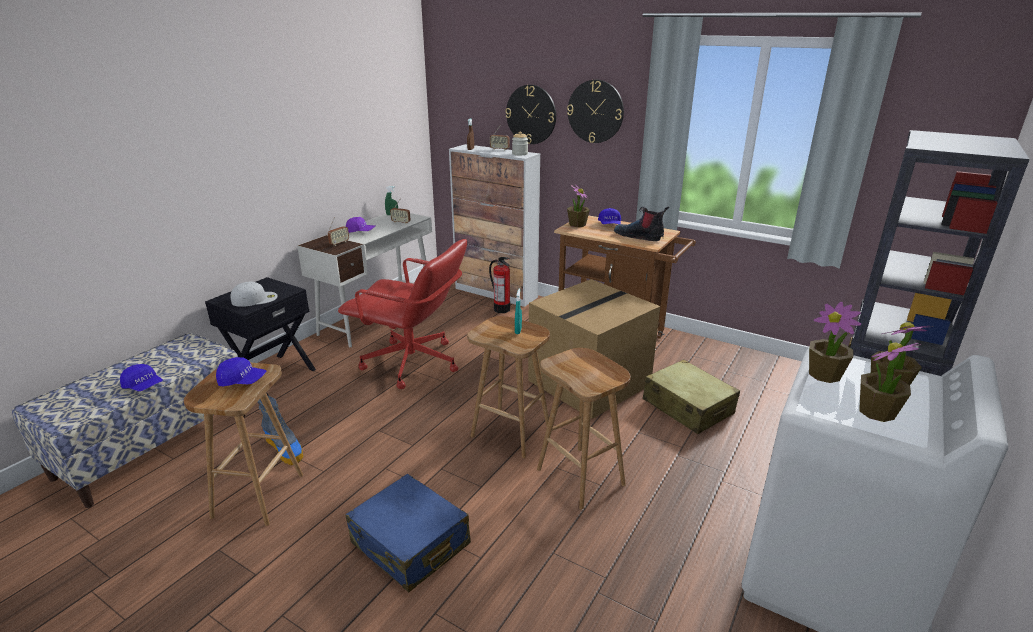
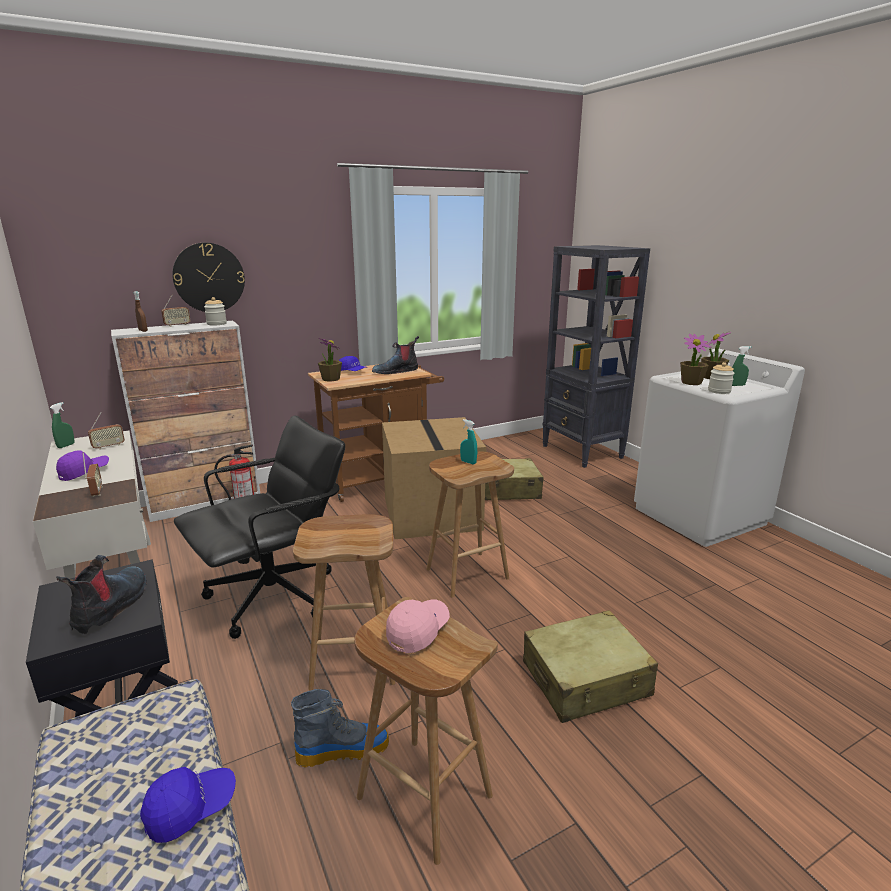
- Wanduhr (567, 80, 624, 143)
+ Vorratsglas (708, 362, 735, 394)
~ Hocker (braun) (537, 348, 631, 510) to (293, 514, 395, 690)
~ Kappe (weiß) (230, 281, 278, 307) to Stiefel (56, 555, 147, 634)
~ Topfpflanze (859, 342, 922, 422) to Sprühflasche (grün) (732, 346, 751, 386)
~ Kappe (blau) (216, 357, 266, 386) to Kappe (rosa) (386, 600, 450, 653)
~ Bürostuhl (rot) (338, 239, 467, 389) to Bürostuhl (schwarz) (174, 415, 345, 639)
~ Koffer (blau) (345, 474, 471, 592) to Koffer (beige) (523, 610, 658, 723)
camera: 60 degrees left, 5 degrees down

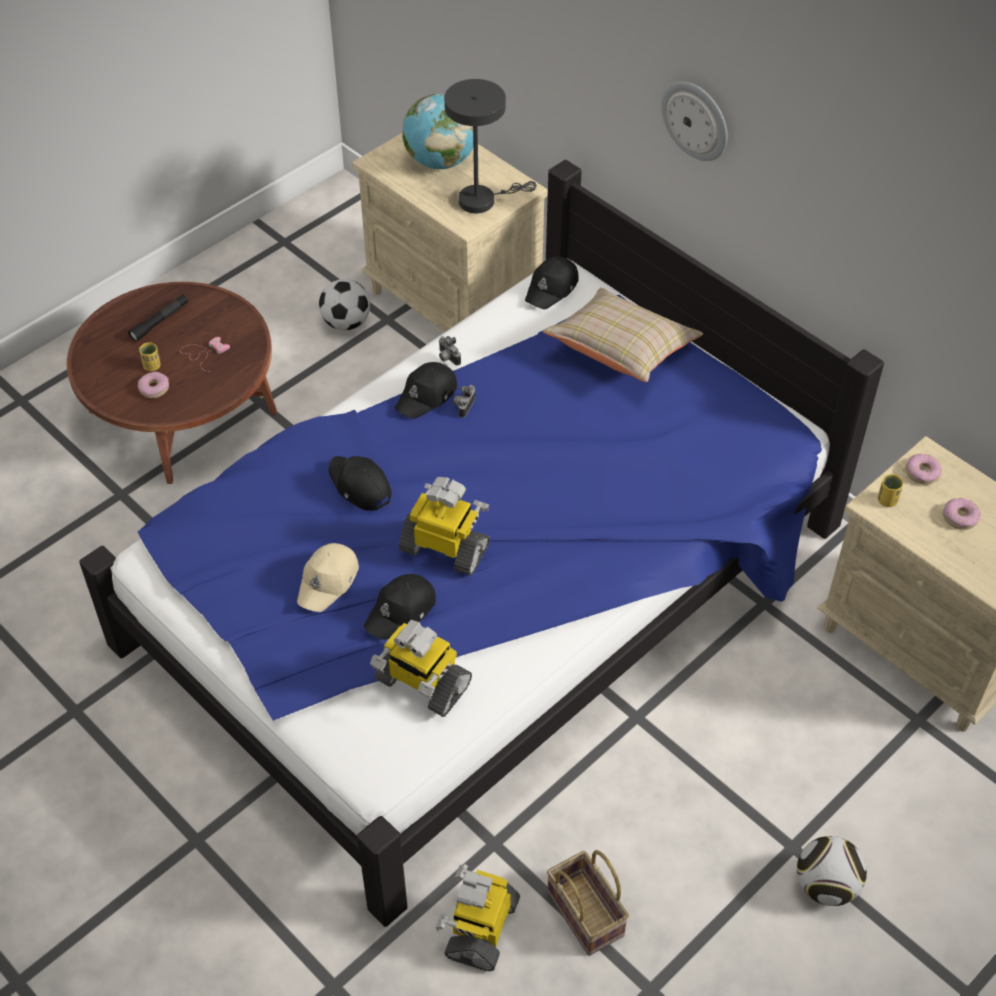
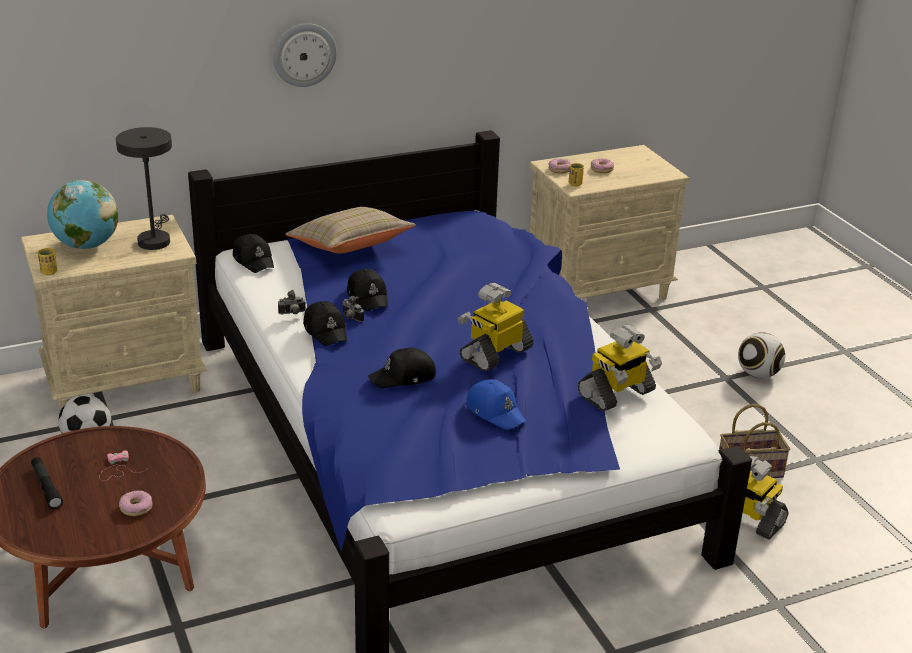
~ Tasse (gelb) (139, 342, 161, 371) to (38, 248, 57, 275)
~ Kappe (schwarz) (364, 574, 436, 640) to (347, 269, 388, 311)
~ Kappe (beige) (297, 543, 359, 612) to Kappe (blau) (466, 379, 526, 430)
camera: 70 degrees left, 20 degrees down

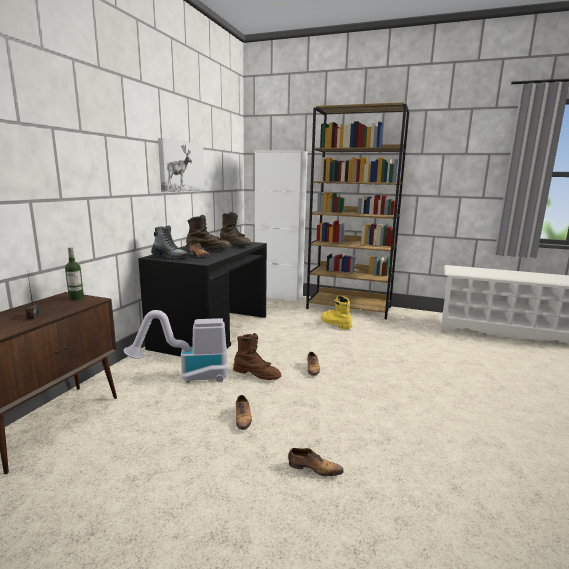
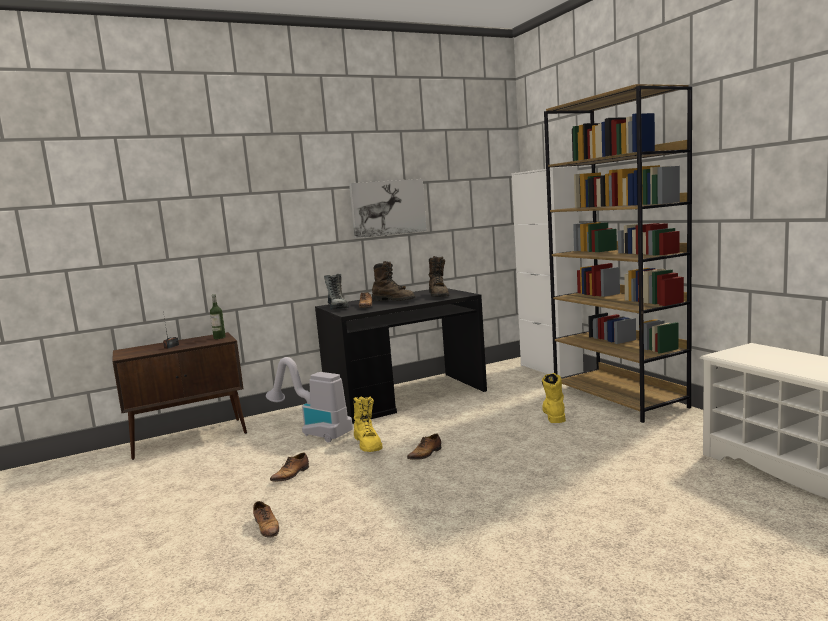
~ Stiefel (braun) (233, 333, 281, 380) to Stiefel (gelb) (353, 396, 383, 452)
camera: 45 degrees right, 5 degrees down

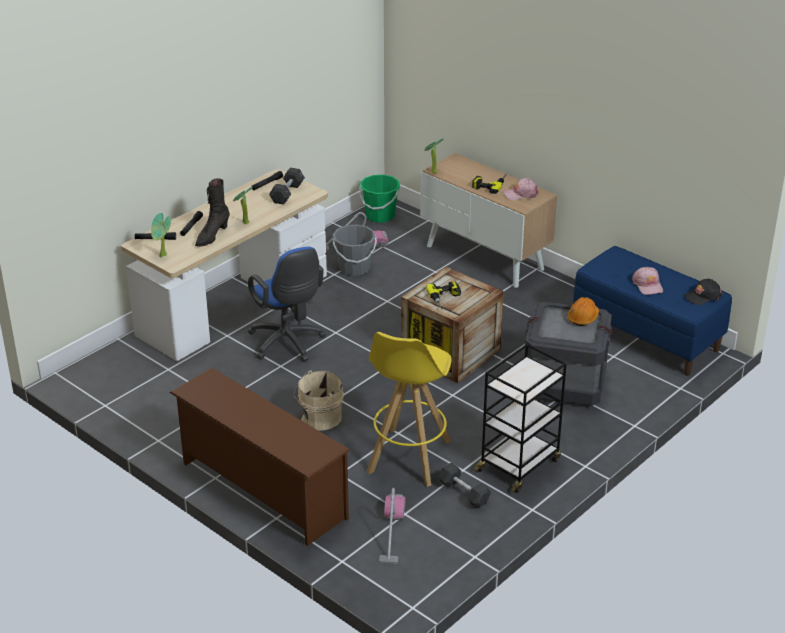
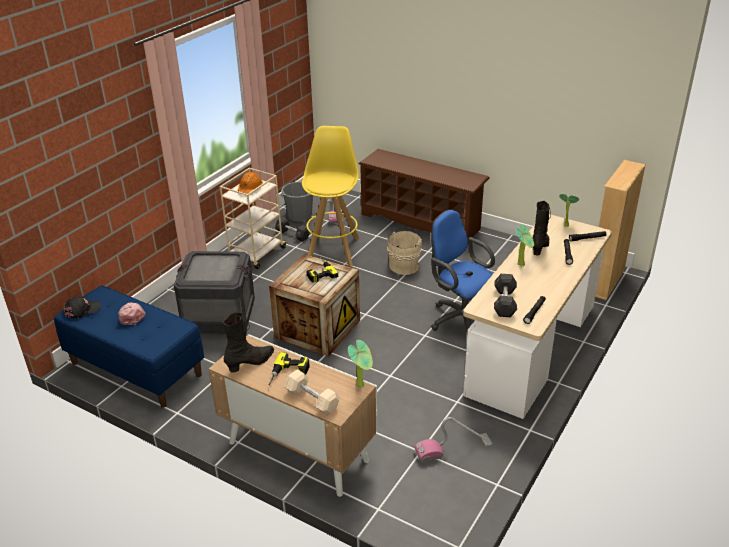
- Eimer (grün) (359, 175, 400, 223)
+ Hantel (beige) (285, 369, 340, 416)
+ Bücherregal (beige) (595, 160, 646, 300)
~ Eimer (grau) (333, 225, 377, 276) to (281, 182, 313, 222)
~ Schutzhelm (orange) (567, 297, 599, 326) to (238, 172, 263, 194)
~ Kappe (rosa) (503, 178, 539, 200) to Stiefel (schwarz) (223, 312, 274, 372)
~ Rollwagen (schwarz) (474, 344, 567, 493) to Rollwagen (beige) (220, 168, 287, 269)
camera: 170 degrees right, 0 degrees up

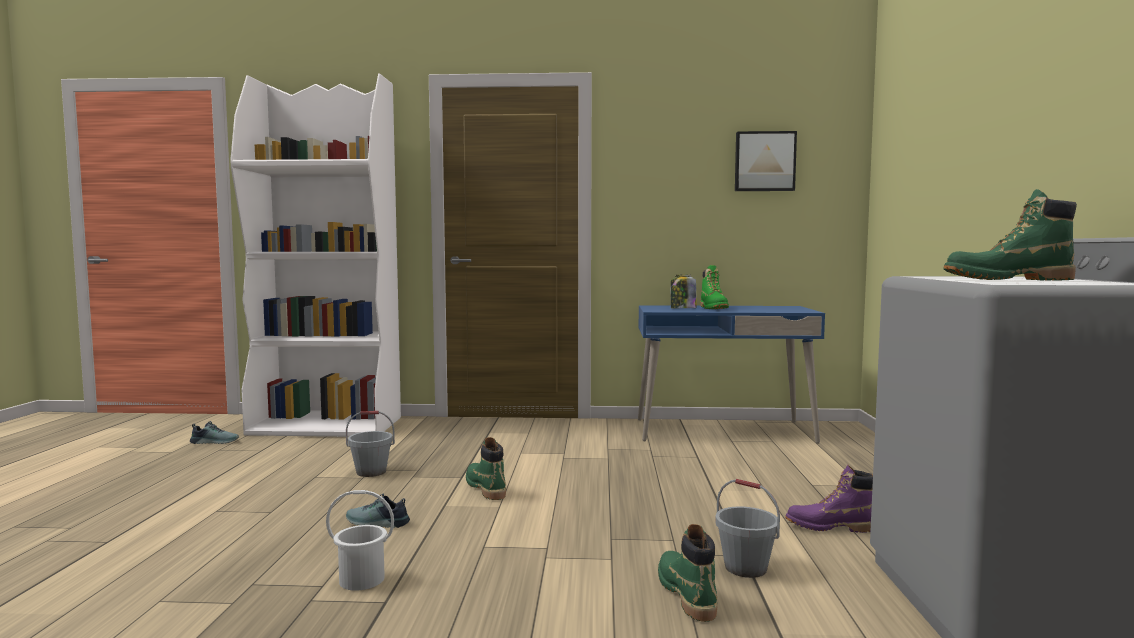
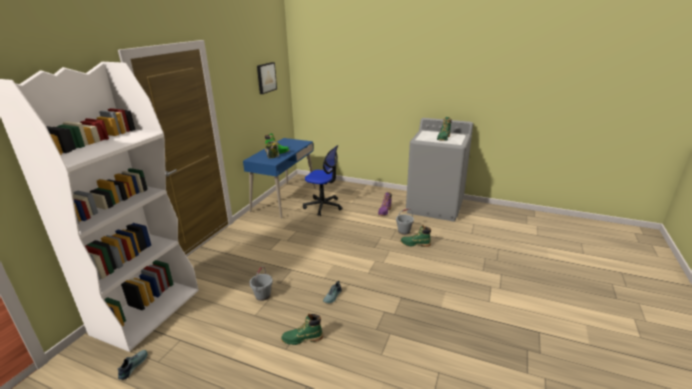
- Eimer (weiß) (326, 490, 394, 591)
+ Bürostuhl (303, 145, 343, 216)
~ Stiefel (grün) (466, 437, 506, 500) to (281, 314, 323, 345)
camera: 70 degrees left, 20 degrees up

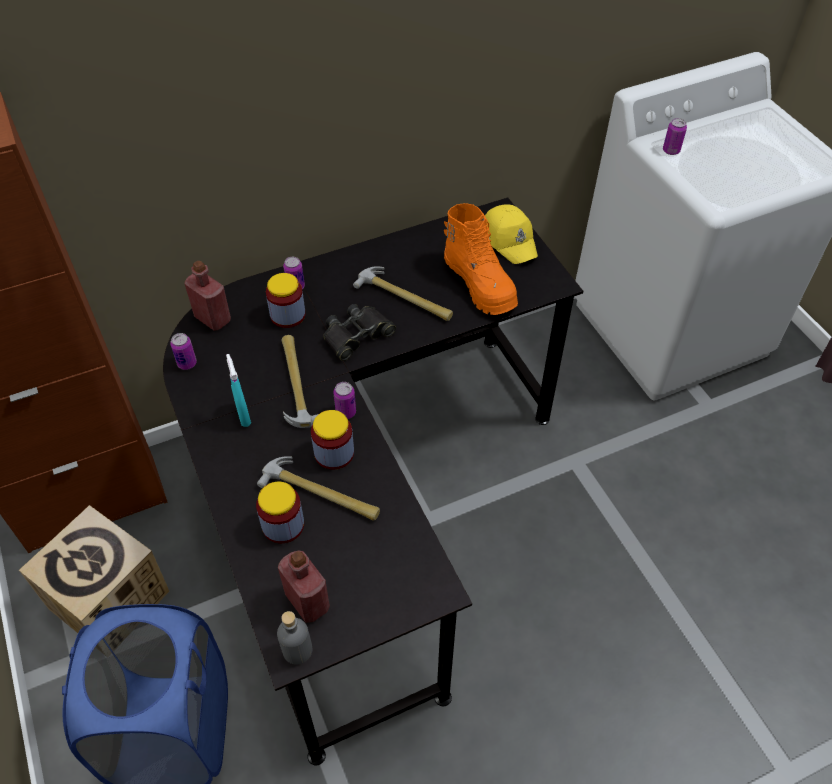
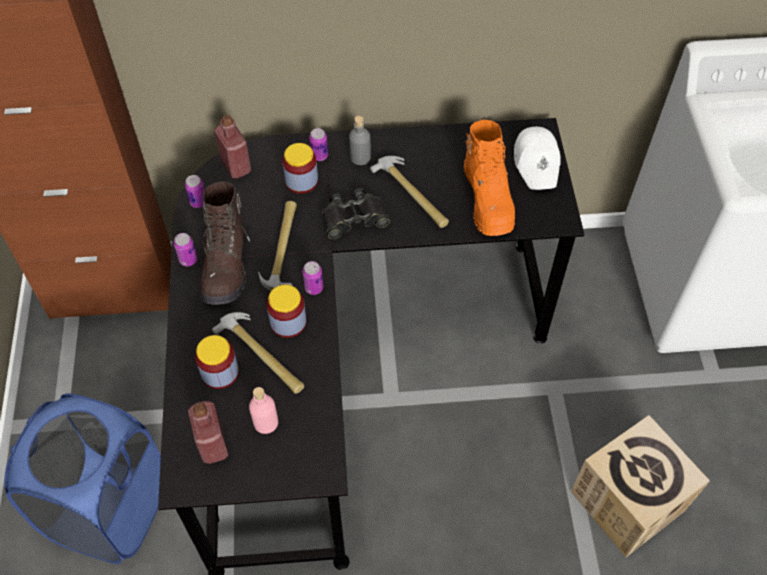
+ Flasche (rosa) (249, 387, 278, 434)
~ Karton (19, 505, 169, 633) to (571, 415, 710, 557)
~ Flasche (grau) (277, 611, 312, 664) to (349, 116, 371, 165)
~ Dose (663, 118, 687, 155) to (174, 233, 197, 266)
~ Sprühflasche (türkis) (226, 354, 251, 427) to Stiefel (braun) (201, 181, 250, 305)
~ Kappe (gelb) (485, 204, 538, 264) to Kappe (weiß) (514, 127, 561, 190)
camera: 20 degrees right, 5 degrees up

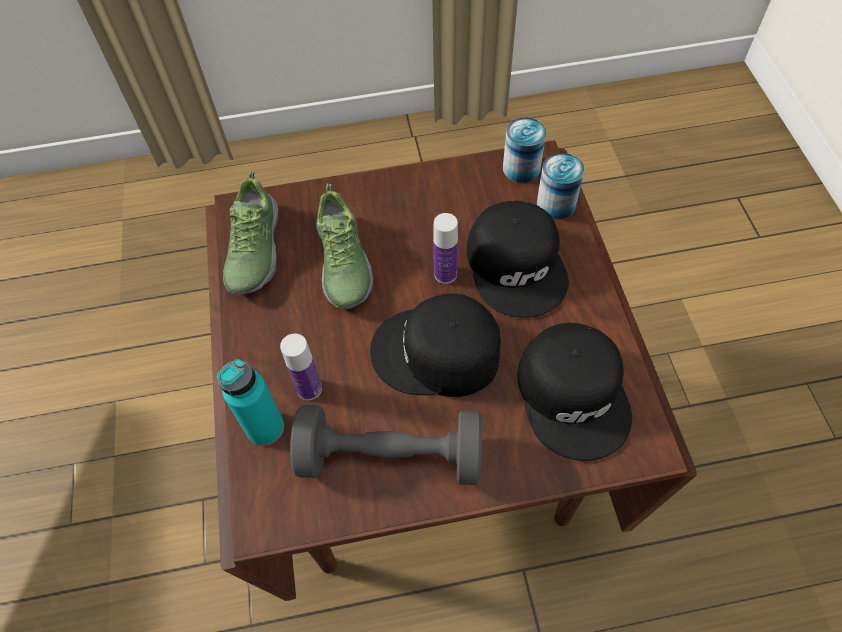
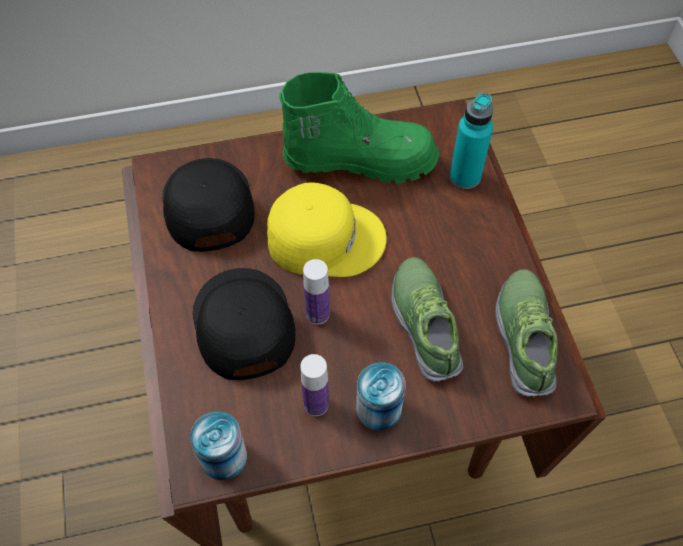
~ Flasche (280, 334, 322, 400) to (300, 354, 329, 416)
~ Dose (537, 153, 584, 219) to (356, 362, 406, 431)
~ Hantel (grau) (290, 405, 482, 485) to Stiefel (grün) (279, 72, 439, 184)
~ Kappe (schwarz) (370, 294, 501, 397) to Kappe (gelb) (267, 182, 387, 277)
camera: 175 degrees right, 0 degrees up

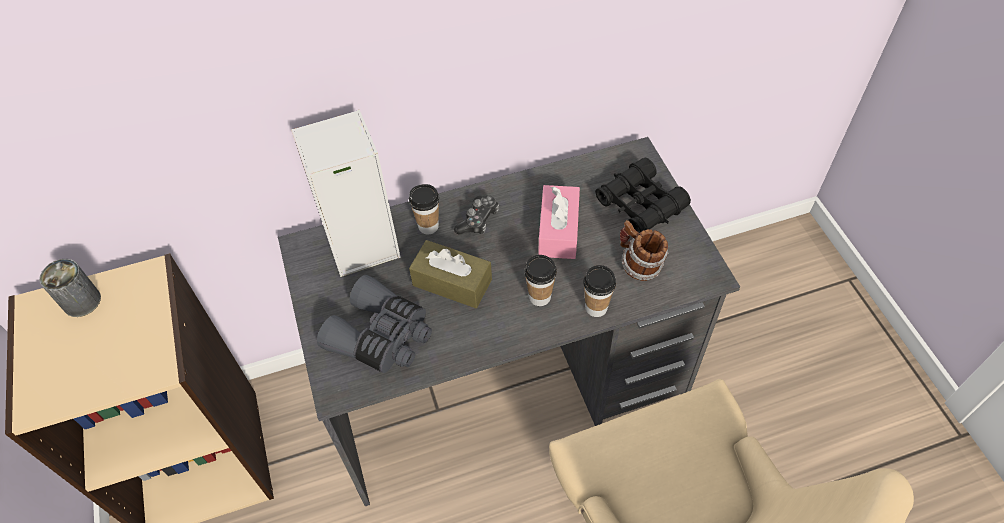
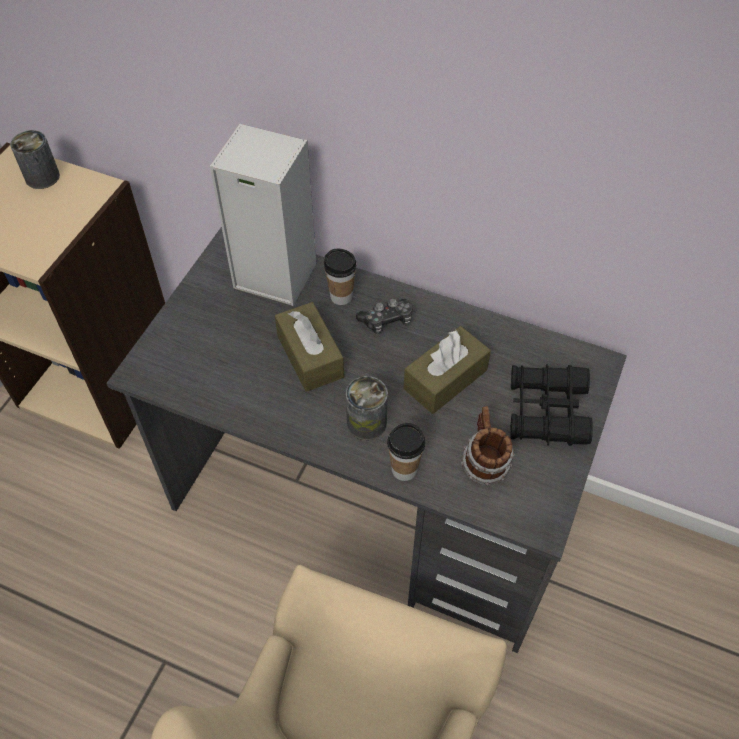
- Fernglas (grau) (317, 275, 432, 373)
~ Tasse (524, 255, 557, 306) to Dose (346, 376, 388, 440)
~ Taschentuchbox (rosa) (538, 185, 580, 259) to Taschentuchbox (braun) (403, 326, 491, 414)
camera: 40 degrees right, 0 degrees up

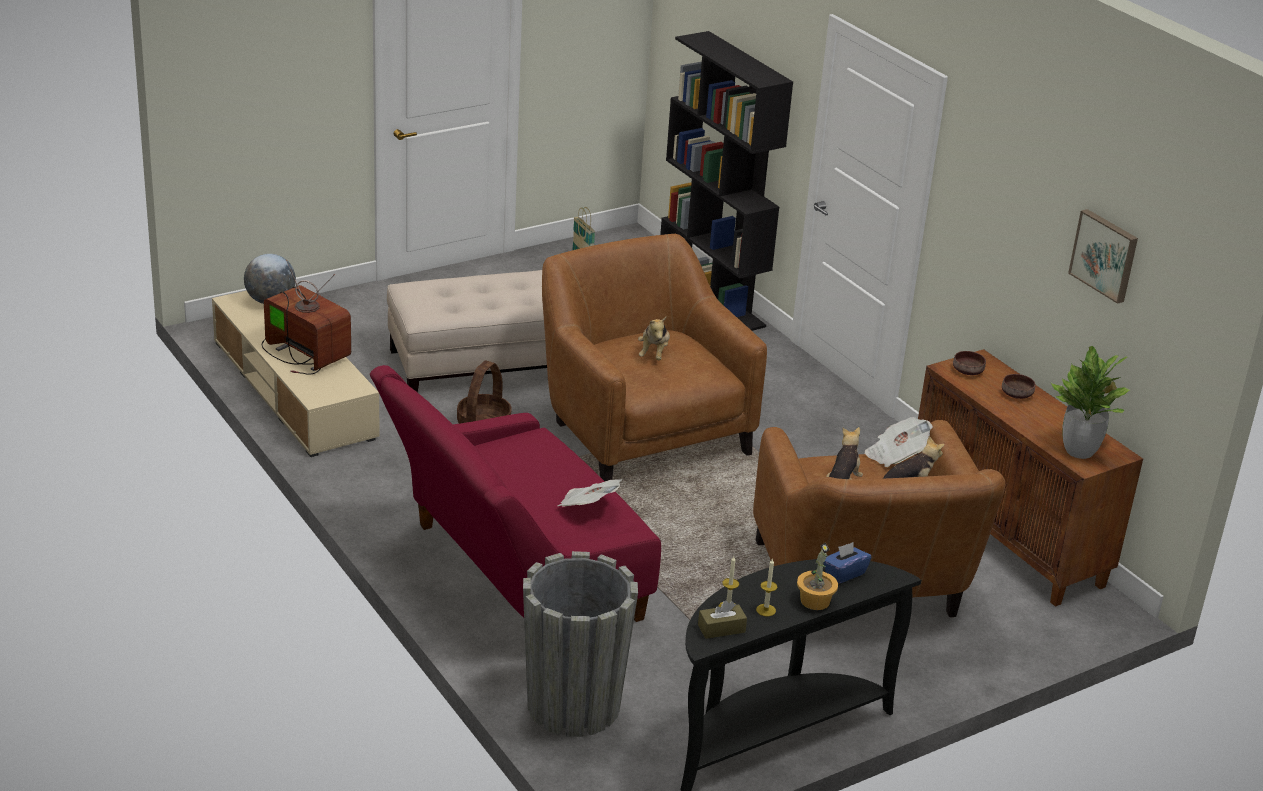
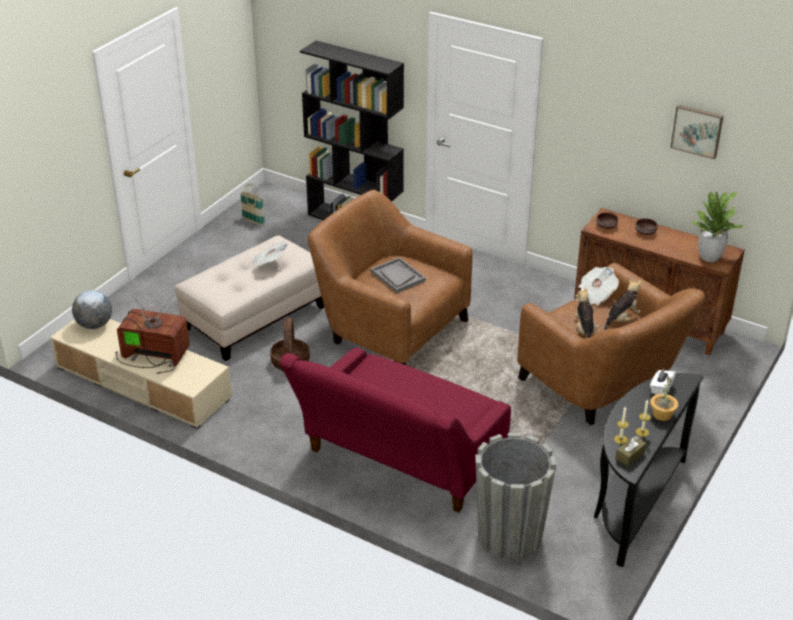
~ Zeitung (558, 479, 622, 507) to (252, 241, 288, 268)
~ Plüschtier (638, 317, 670, 360) to Tablett (grau) (371, 257, 426, 293)
~ Taschentuchbox (blau) (824, 542, 871, 584) to Taschentuchbox (weiß) (650, 368, 676, 395)
camera: 25 degrees left, 5 degrees up

